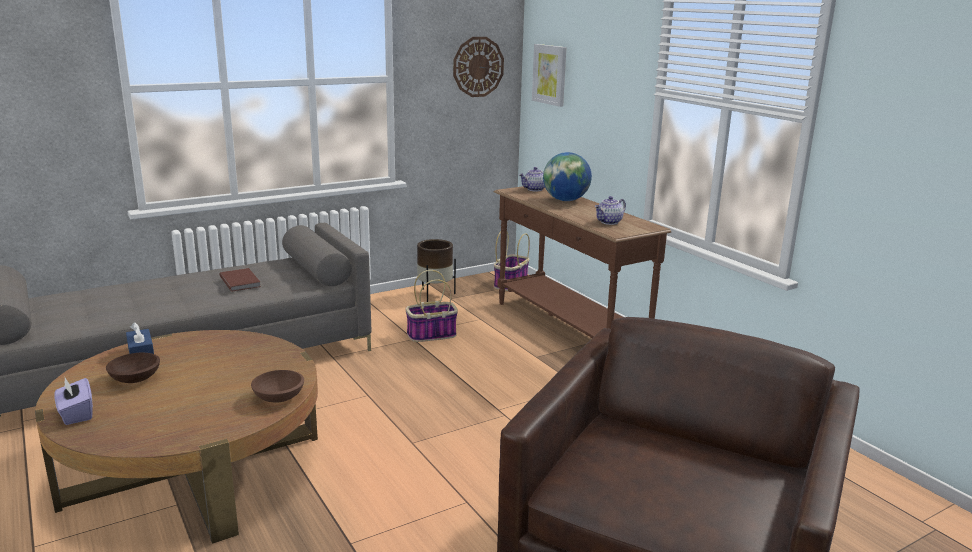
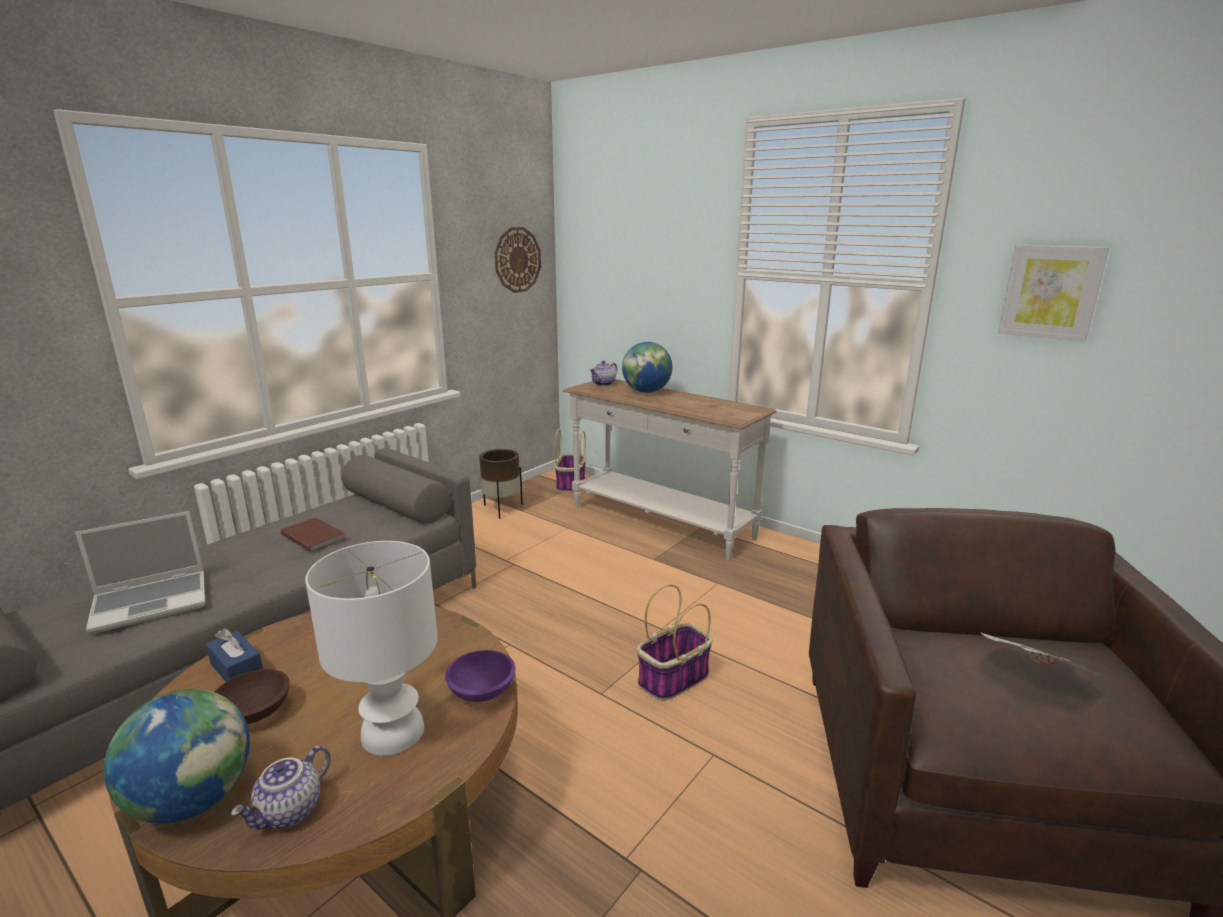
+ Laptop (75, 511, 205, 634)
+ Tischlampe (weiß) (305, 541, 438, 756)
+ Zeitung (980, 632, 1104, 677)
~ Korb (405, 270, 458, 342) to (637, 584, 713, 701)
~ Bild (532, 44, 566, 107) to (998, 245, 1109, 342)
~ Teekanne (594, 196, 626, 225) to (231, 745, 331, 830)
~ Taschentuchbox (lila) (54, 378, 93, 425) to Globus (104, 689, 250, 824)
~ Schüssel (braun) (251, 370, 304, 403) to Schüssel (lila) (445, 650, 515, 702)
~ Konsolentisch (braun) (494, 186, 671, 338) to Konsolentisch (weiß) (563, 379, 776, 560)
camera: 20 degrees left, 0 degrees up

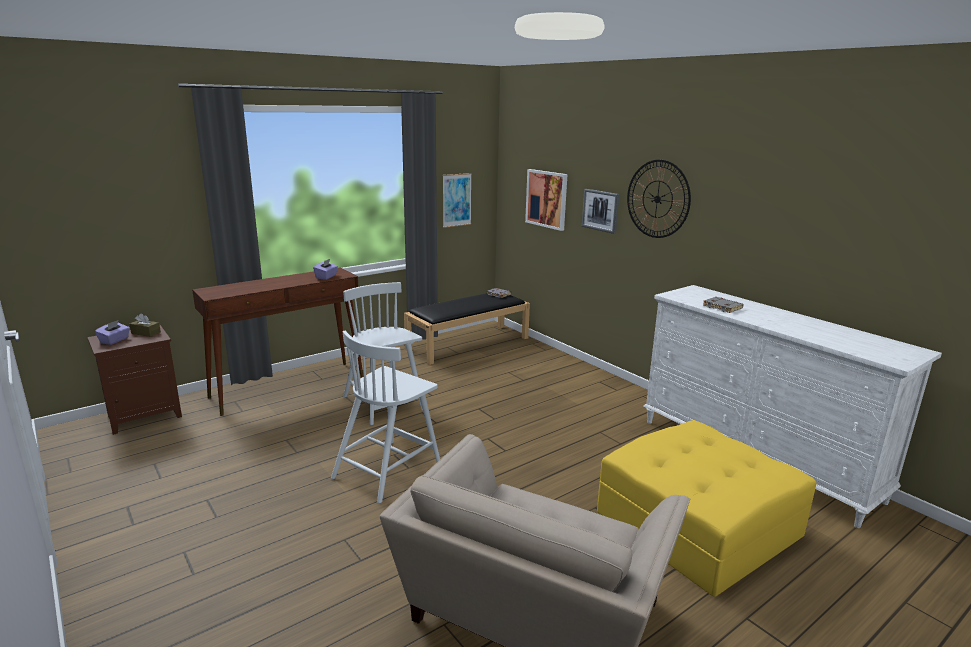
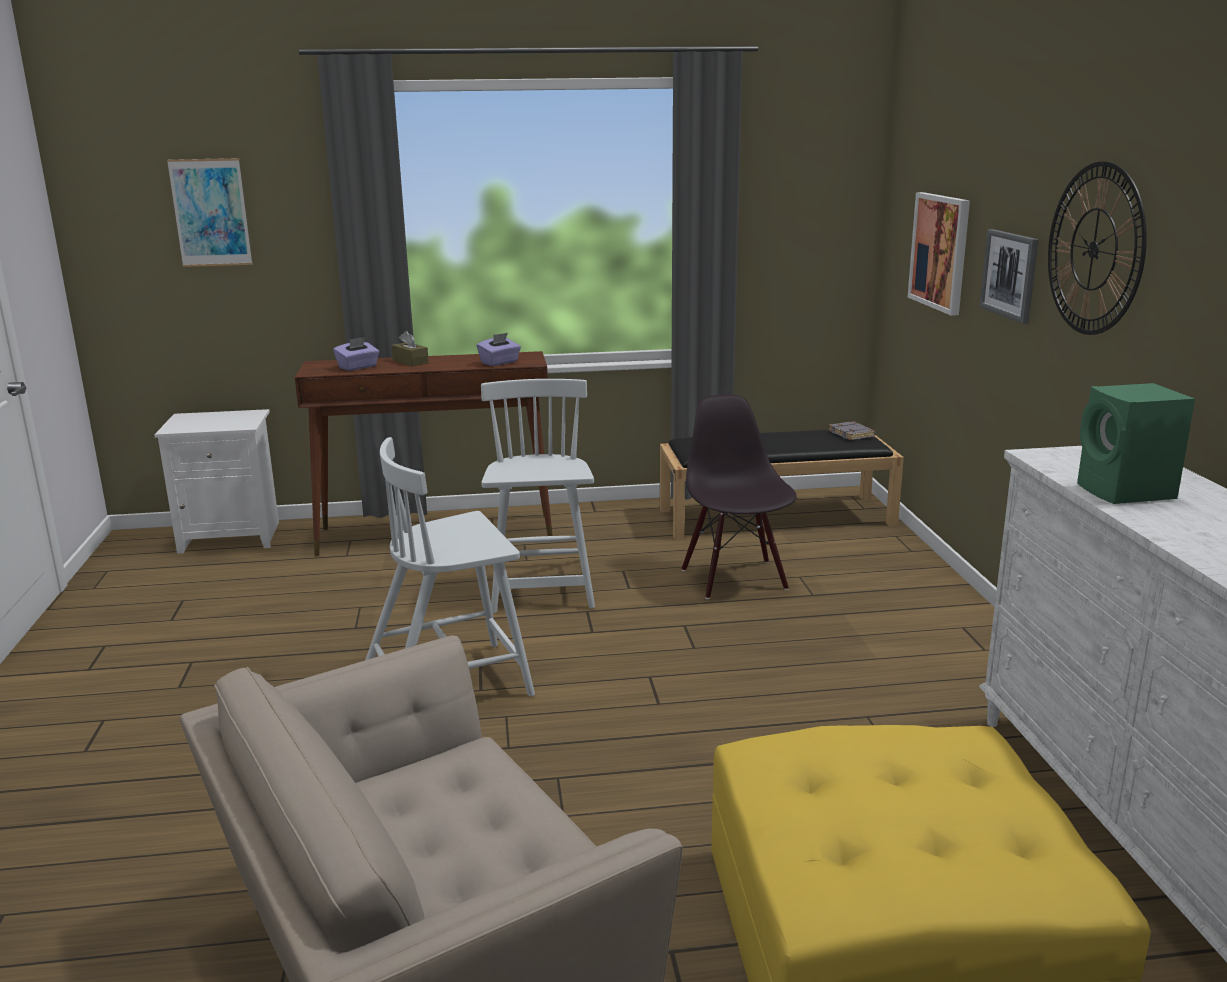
+ Stuhl (schwarz) (681, 394, 797, 599)
~ Taschentuchbox (lila) (95, 320, 130, 345) to (333, 337, 379, 371)
~ Taschentuchbox (braun) (130, 313, 161, 337) to (392, 331, 429, 366)
~ Bild (443, 173, 472, 228) to (167, 158, 252, 267)
~ Buch (grau) (703, 297, 743, 313) to Lautsprecher (grün) (1077, 383, 1195, 504)
~ Nachttisch (braun) (87, 325, 182, 435) to Nachttisch (weiß) (154, 409, 279, 554)
camera: 30 degrees right, 0 degrees up

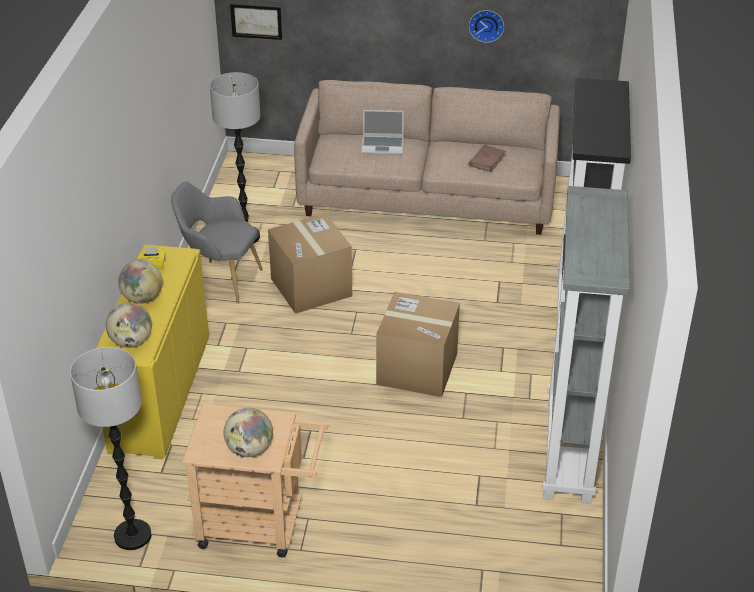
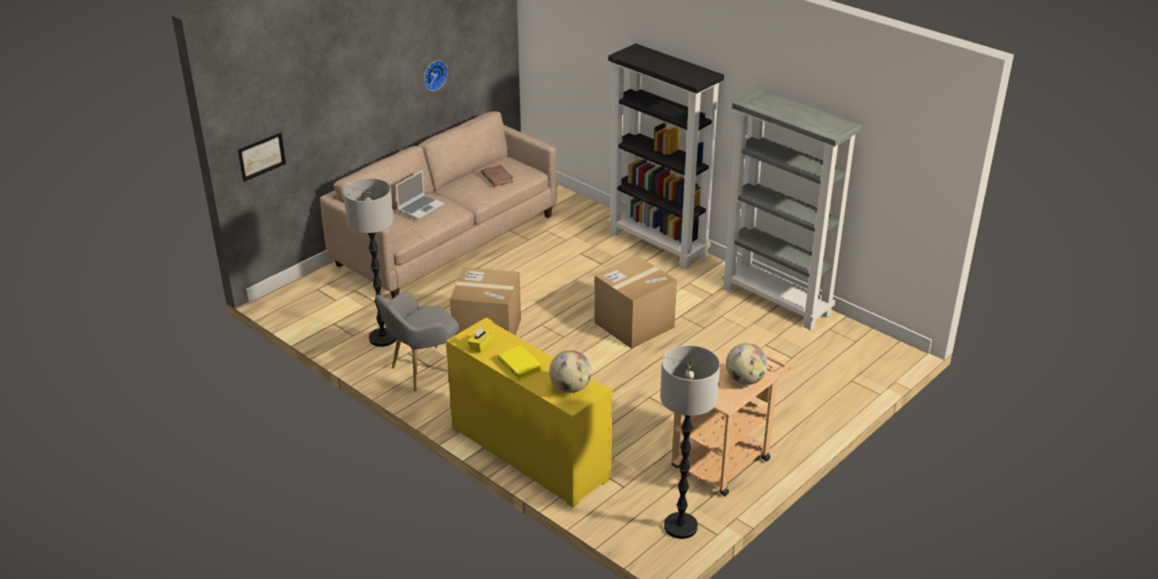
~ Globus (118, 260, 163, 304) to Buch (gelb) (497, 345, 543, 380)
camera: 55 degrees left, 5 degrees down

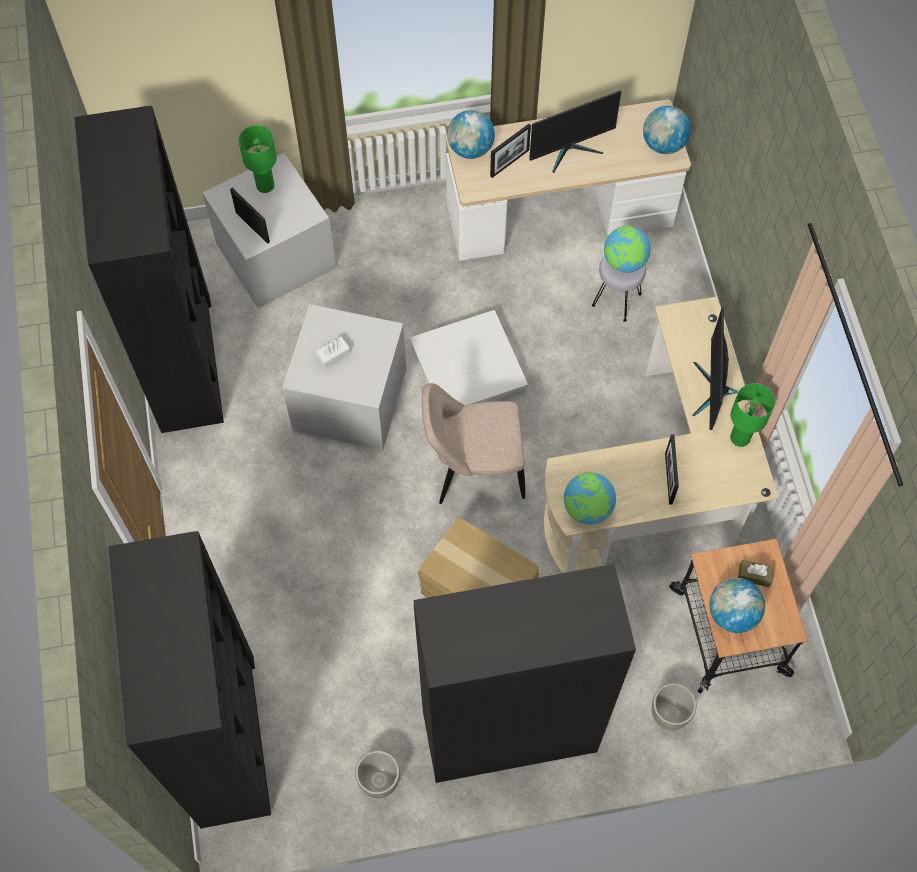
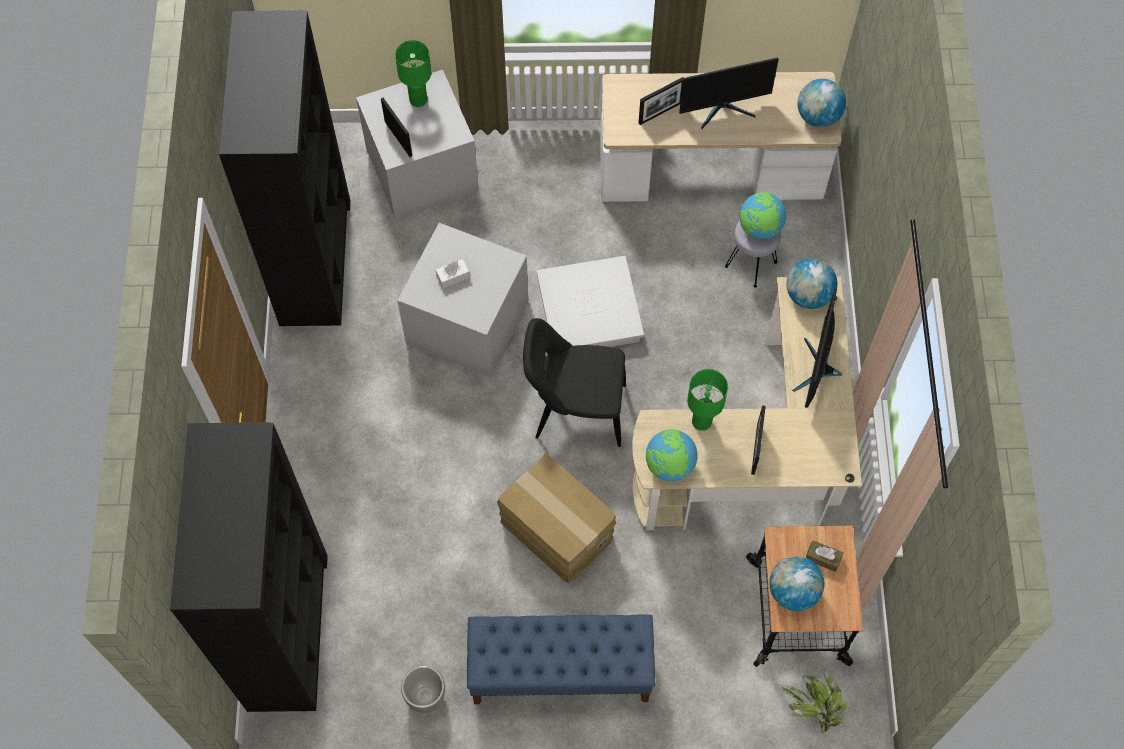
- Pflanzkübel (652, 683, 696, 730)
+ Topfpflanze (782, 669, 847, 733)
~ Globus (447, 110, 495, 159) to (786, 259, 837, 309)
~ Tischlampe (grün) (730, 383, 775, 447) to (687, 369, 728, 431)
~ Bücherregal (schwarz) (414, 564, 636, 783) to Bank (blau) (467, 614, 655, 704)
~ Stuhl (beige) (421, 383, 525, 504) to Stuhl (schwarz) (523, 318, 626, 447)
camera: 10 degrees right, 0 degrees up

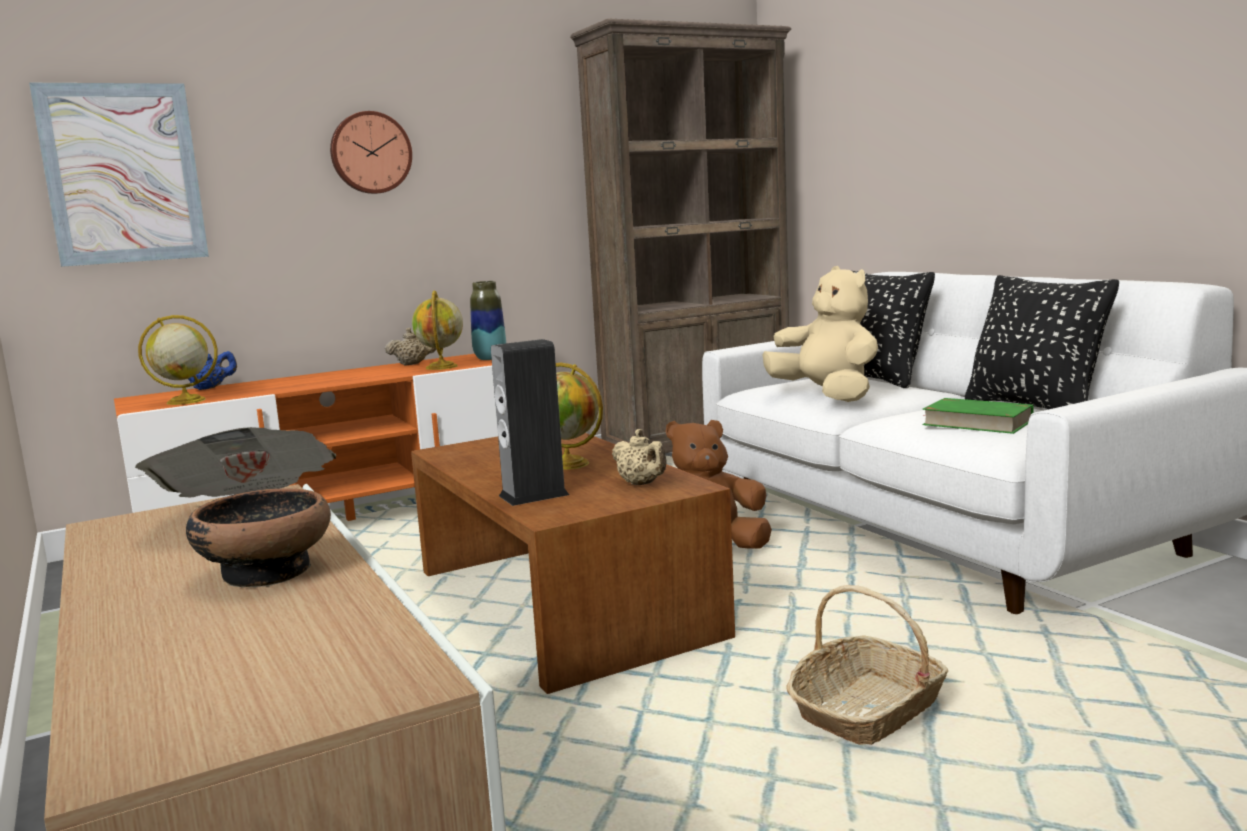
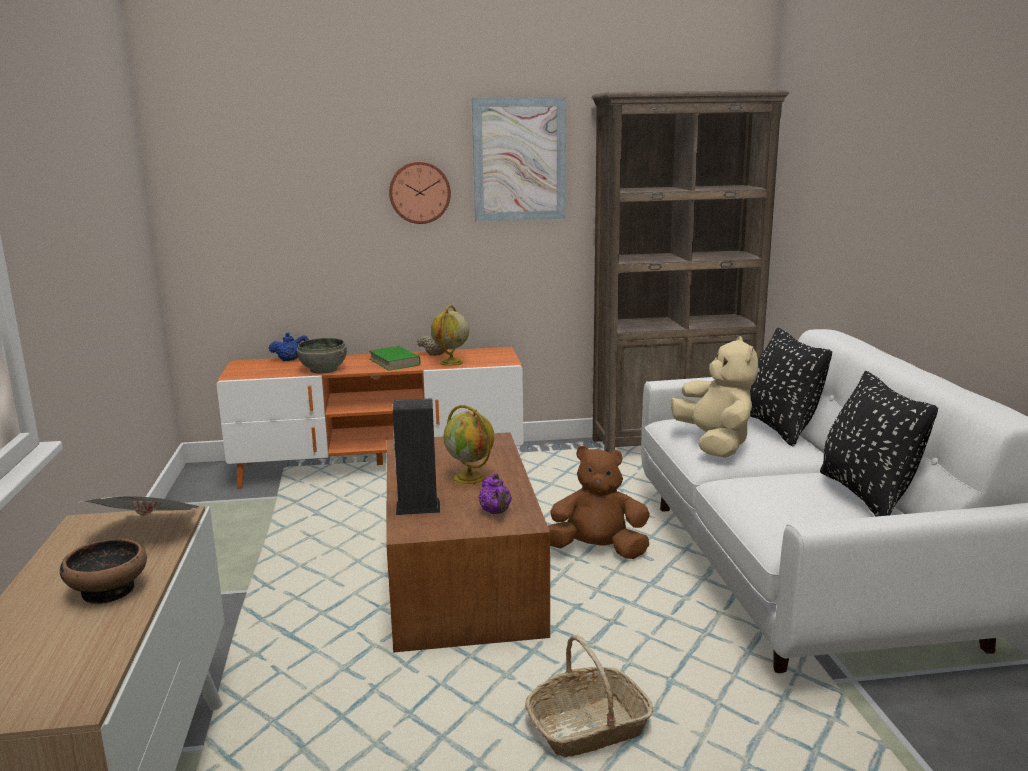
- Globus (138, 315, 218, 405)
- Vase (470, 281, 506, 360)
+ Schüssel (grau) (297, 338, 347, 374)
~ Bild (29, 83, 209, 267) to (472, 97, 566, 221)
~ Buch (grün) (922, 398, 1034, 434) to (369, 346, 421, 371)
~ Teekanne (beige) (612, 429, 667, 485) to Teekanne (lila) (478, 473, 512, 514)
camera: 20 degrees right, 5 degrees up

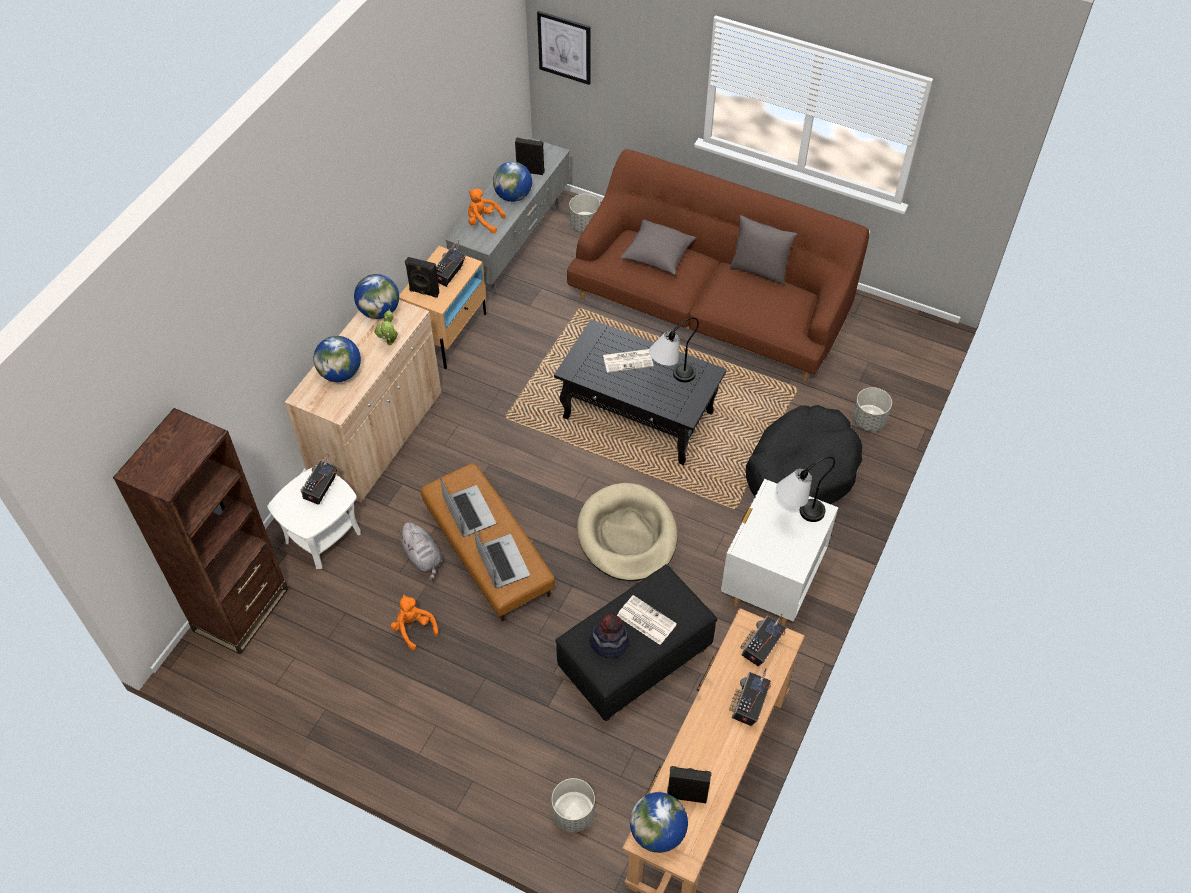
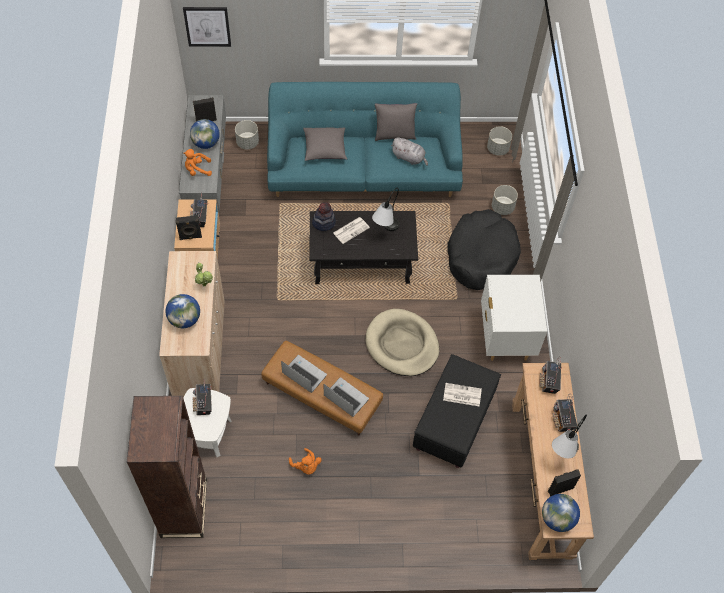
- Globus (354, 274, 399, 319)
~ Plüschtier (grau) (398, 522, 442, 581) to (391, 138, 428, 166)
~ Pflanzkübel (grau) (552, 778, 595, 832) to (487, 126, 512, 156)
~ Hut (589, 614, 629, 658) to (312, 202, 336, 231)
~ Tischlampe (776, 457, 835, 522) to (552, 415, 587, 458)
~ Sofa (braun) (567, 149, 869, 381) to Sofa (türkis) (267, 82, 463, 197)
~ Plüschtier (orange) (390, 595, 438, 650) = (289, 448, 322, 475) 150 degrees counterclockwise
camera: 30 degrees left, 5 degrees up

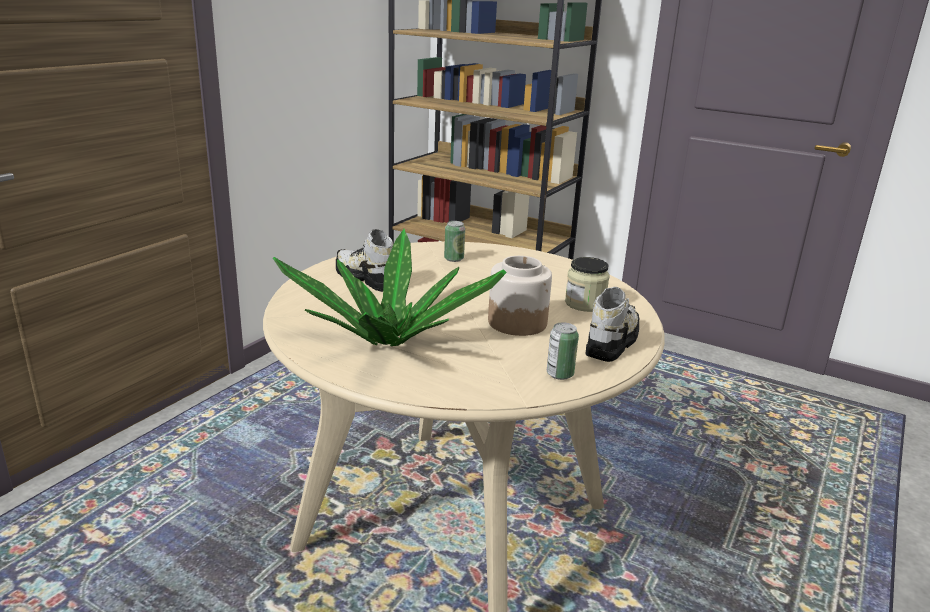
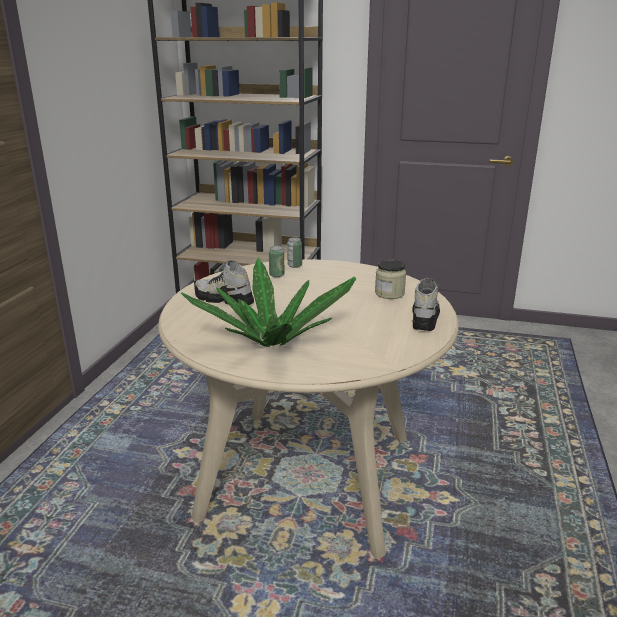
- Vorratsglas (488, 256, 552, 336)
~ Dose (547, 322, 579, 380) to (287, 238, 302, 268)
camera: 15 degrees left, 0 degrees up

